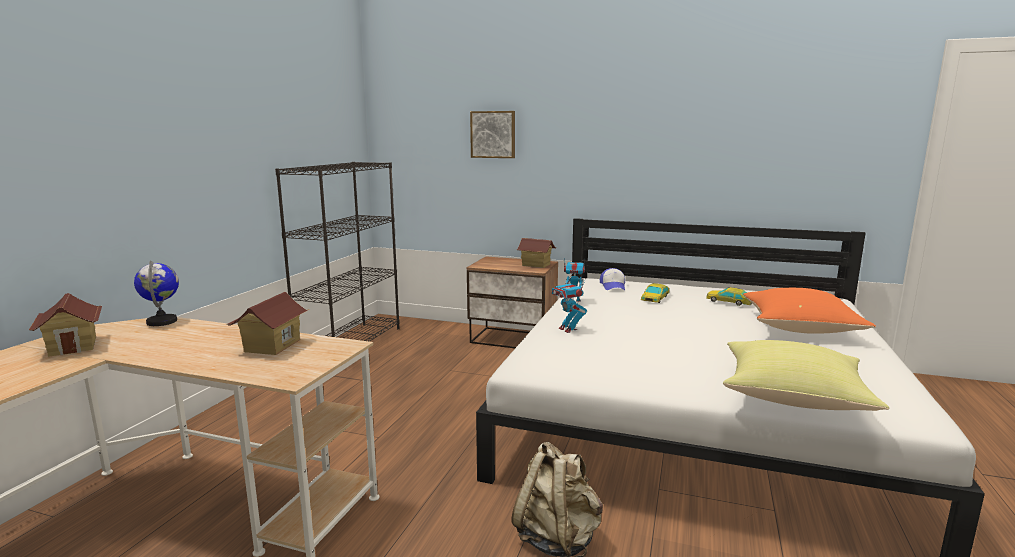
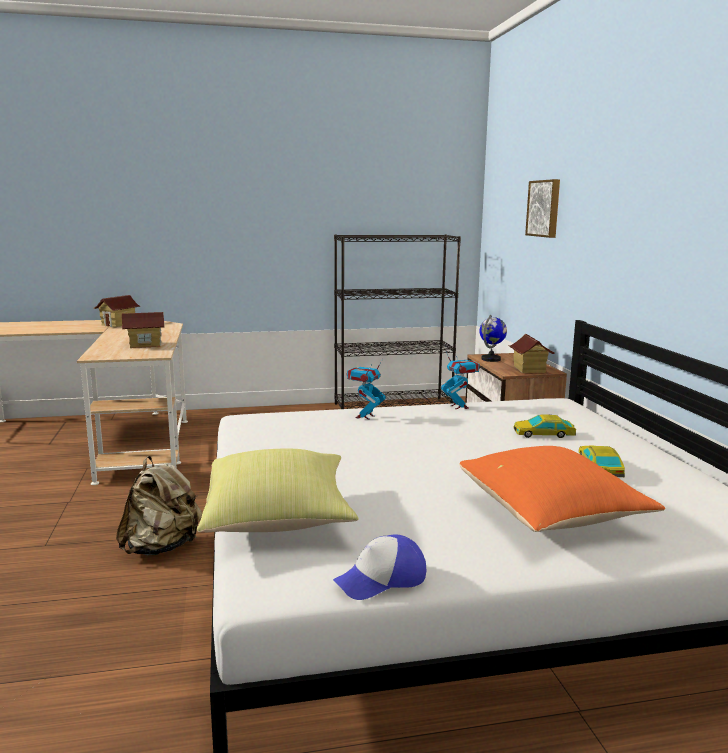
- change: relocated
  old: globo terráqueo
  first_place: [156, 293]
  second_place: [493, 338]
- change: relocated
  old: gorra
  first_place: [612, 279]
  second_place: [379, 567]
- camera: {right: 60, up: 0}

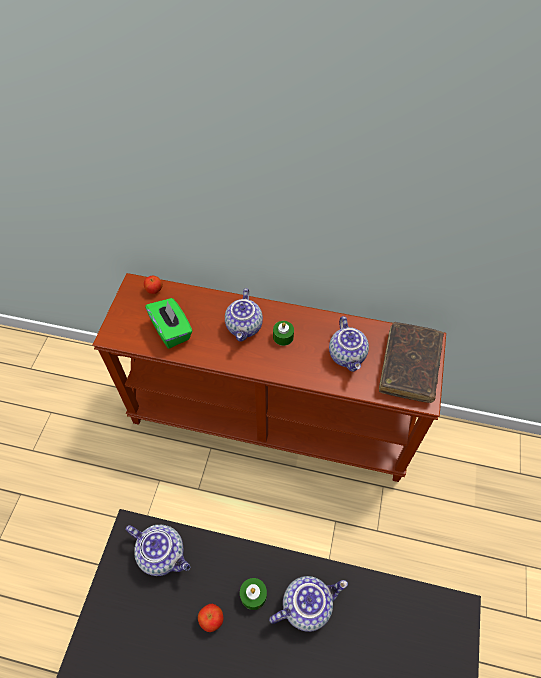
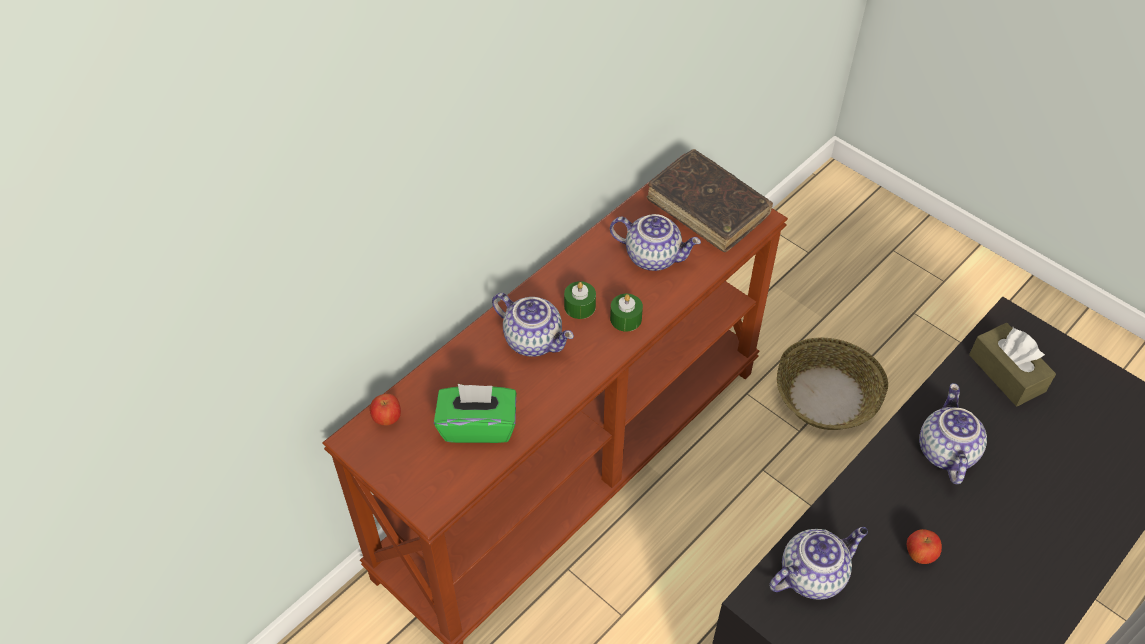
- change: relocated
  old: vela [verde]
  first_place: [253, 594]
  second_place: [626, 313]
- change: appeared
  new: cesta
  second_place: [832, 384]
- change: appeared
  new: caja de pañuelos [marrón]
  second_place: [1012, 364]
- camera: {right: -60, up: -5}

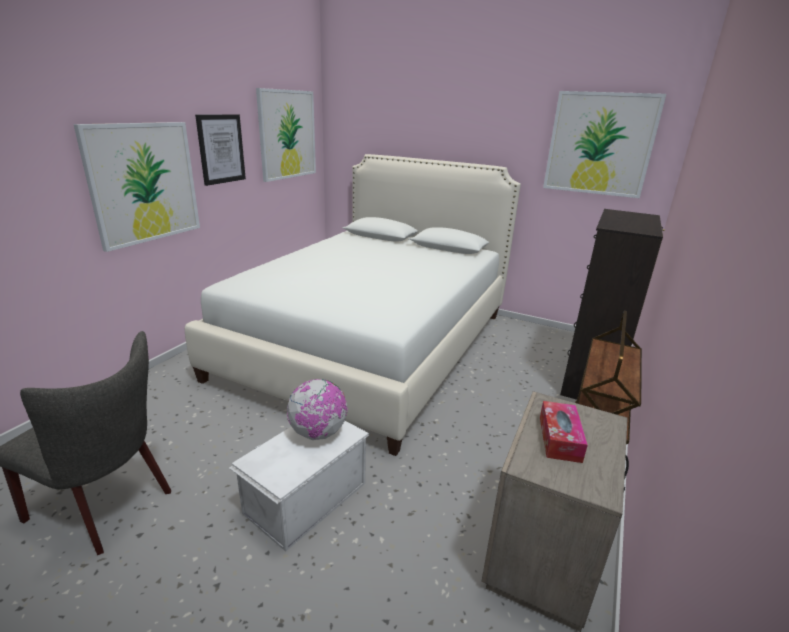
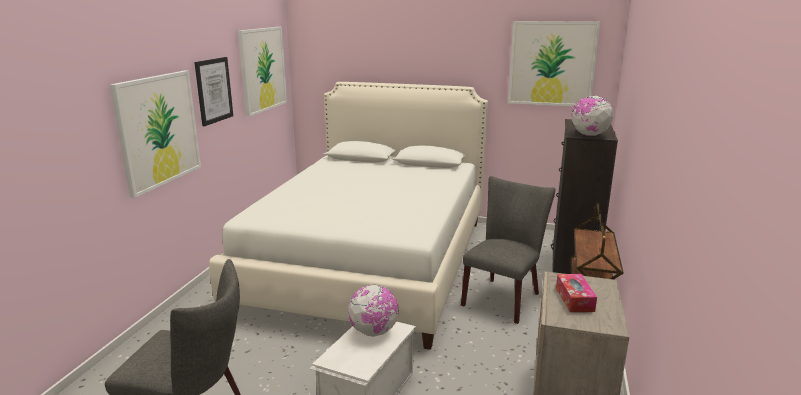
- change: appeared
  new: silla [gris]
  second_place: [508, 250]
- change: appeared
  new: globo terráqueo
  second_place: [592, 116]
- camera: {right: -10, up: -5}

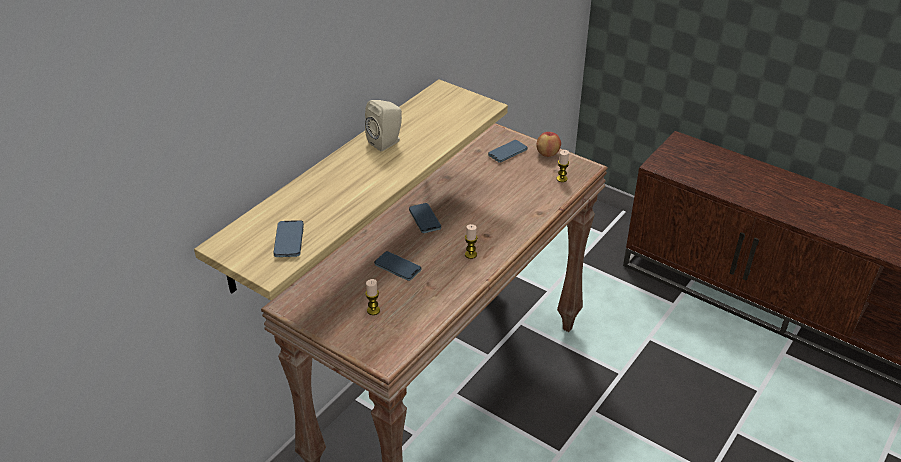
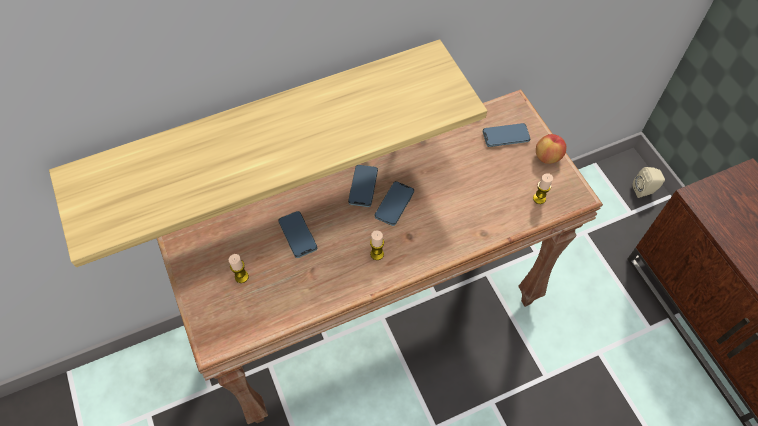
- change: relocated
  old: móvil
  first_place: [288, 238]
  second_place: [394, 203]
- change: relocated
  old: altavoz [beis]
  first_place: [383, 125]
  second_place: [649, 182]
- camera: {right: 30, up: 20}

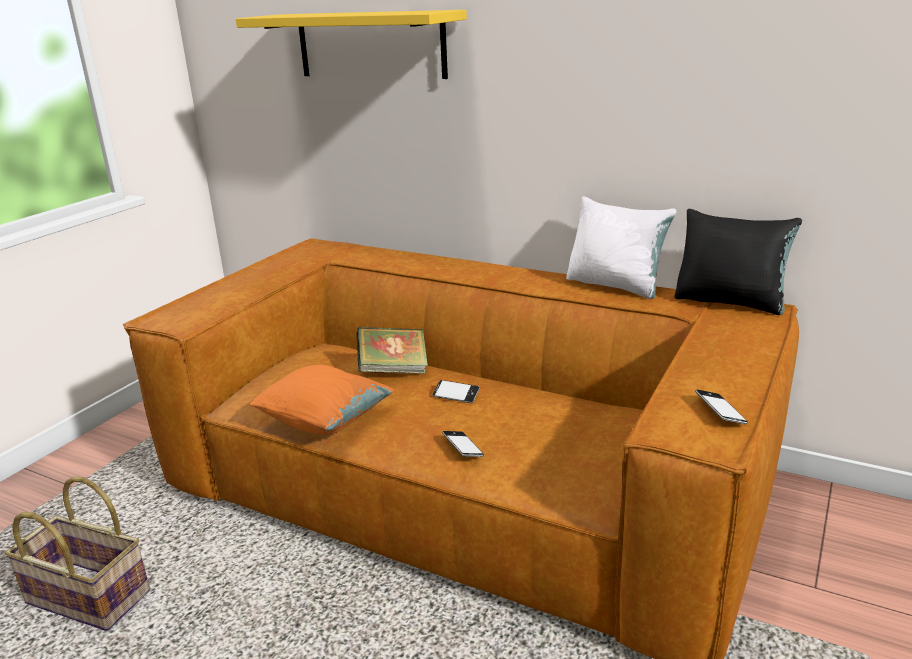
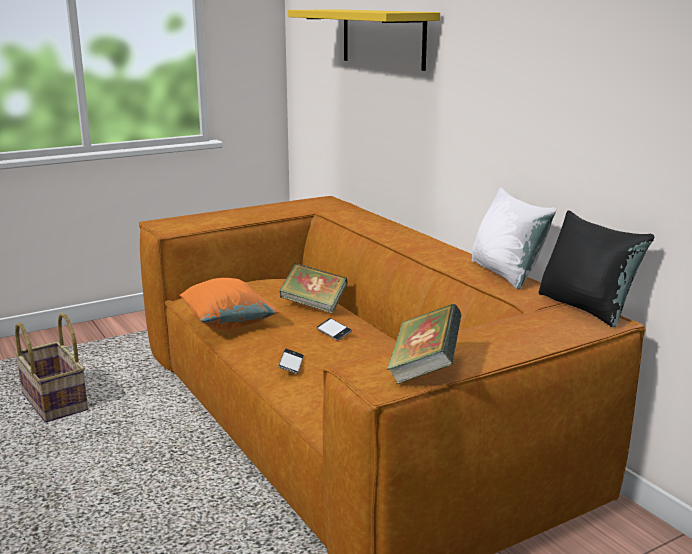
- change: exchanged
  old: móvil
  new: libro
  first_place: [721, 406]
  second_place: [424, 344]
- camera: {right: 30, up: -5}

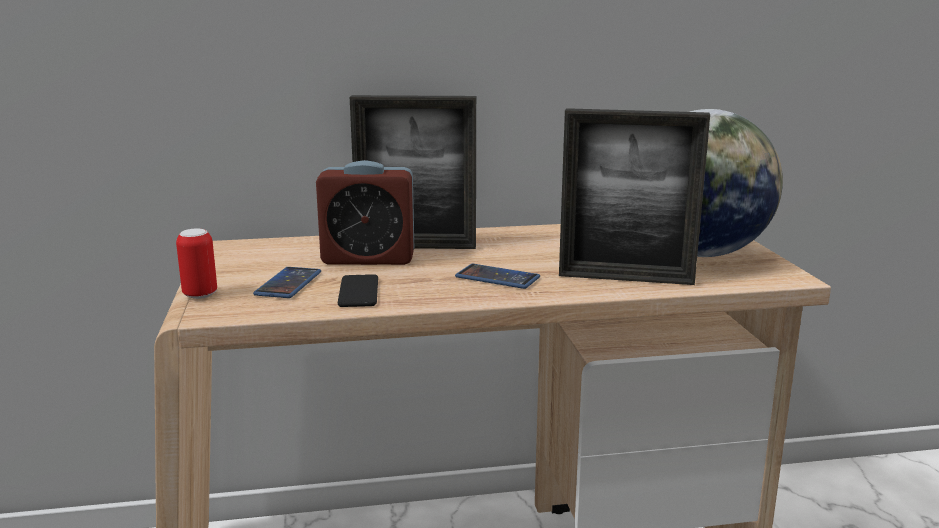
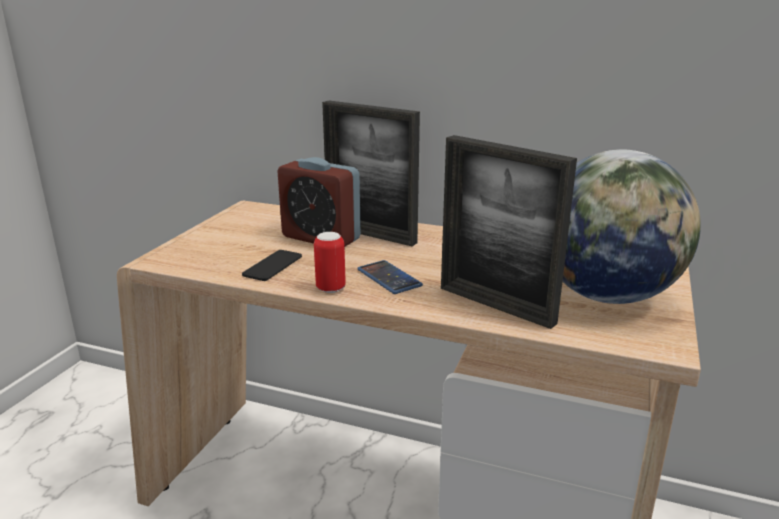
- change: relocated
  old: lata
  first_place: [196, 264]
  second_place: [330, 262]
- change: missing
  old: móvil
  first_place: [287, 282]
- camera: {right: 30, up: 5}

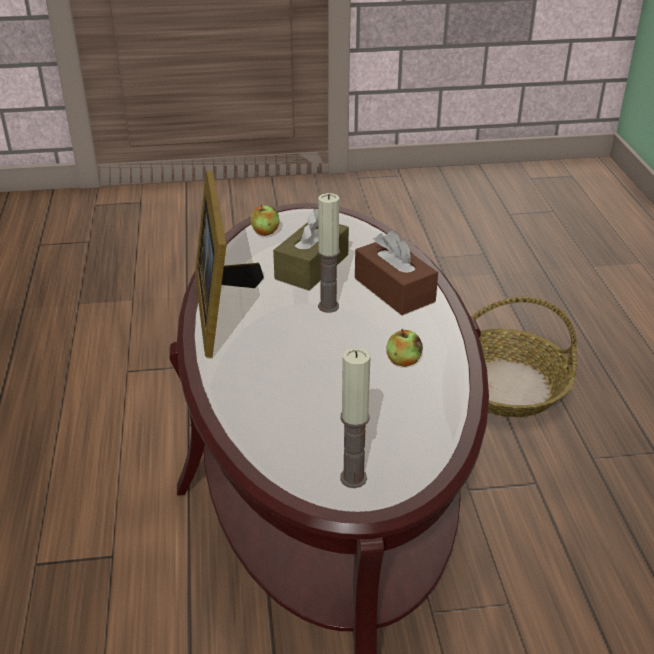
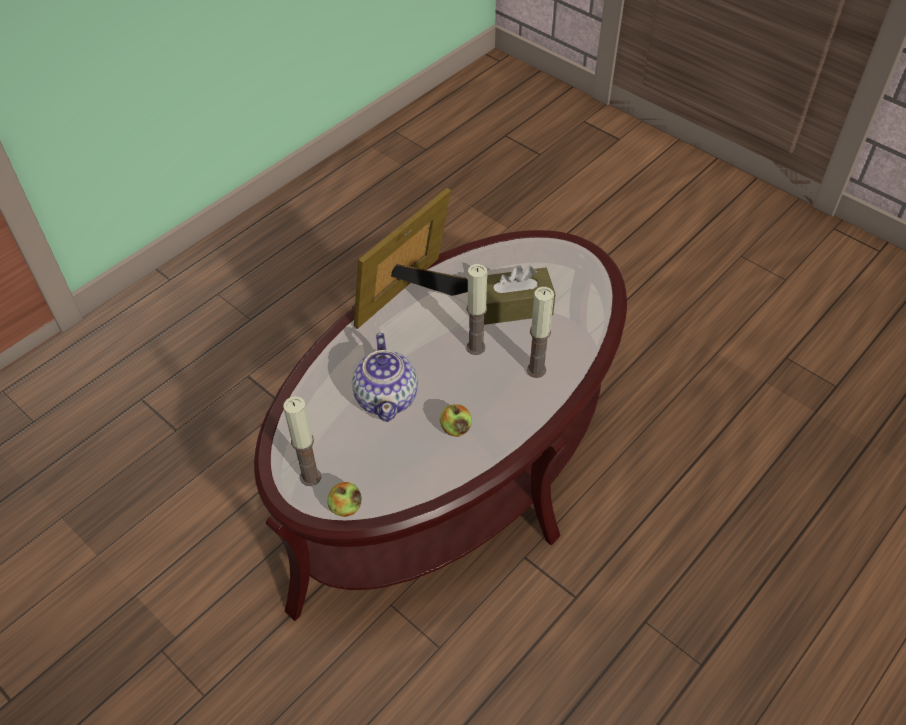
- change: relocated
  old: manzana
  first_place: [265, 220]
  second_place: [344, 499]
- change: exchanged
  old: caja de pañuelos [marrón]
  new: vela
  first_place: [396, 272]
  second_place: [540, 332]
- change: missing
  old: cesta
  first_place: [524, 357]
- change: appeared
  new: tetera
  second_place: [385, 377]
- camera: {right: 50, up: 15}

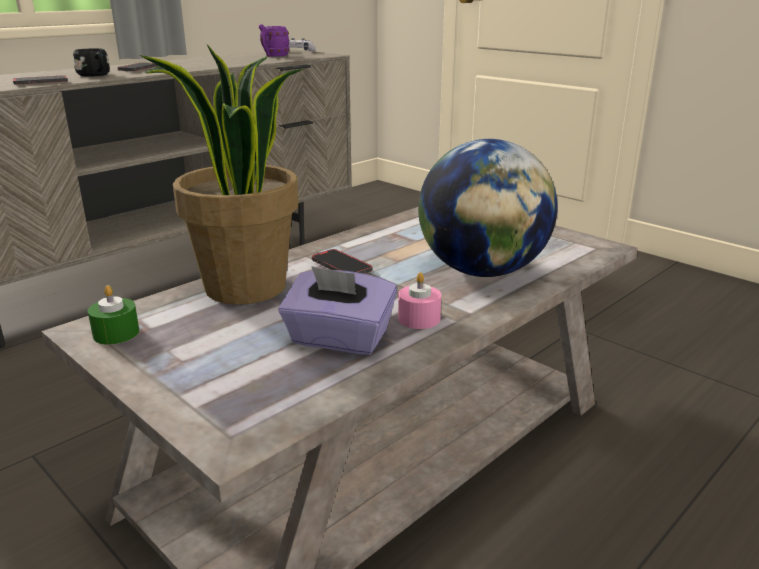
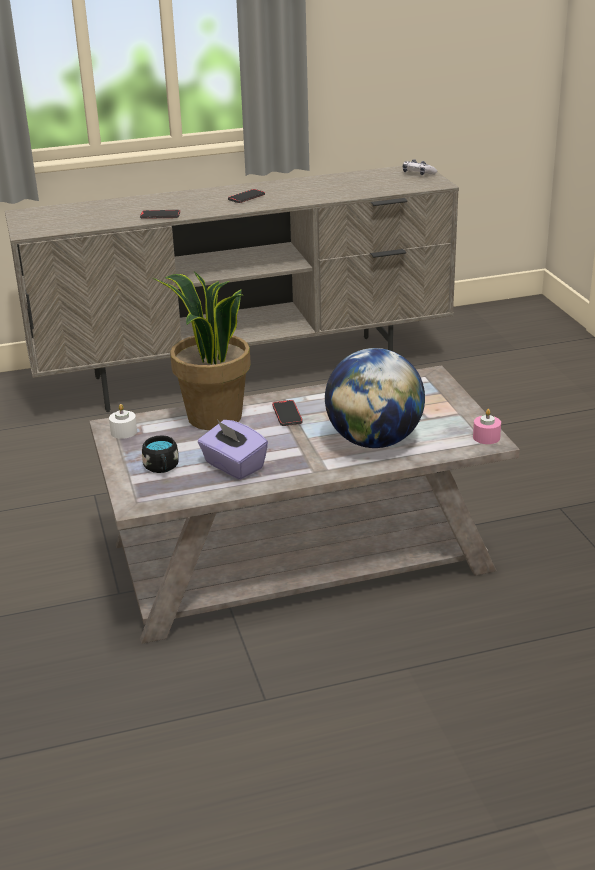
- change: relocated
  old: taza grande [negro]
  first_place: [91, 62]
  second_place: [160, 454]
- change: colour
  old: vela [verde]
  new: vela [blanco]
  first_place: [113, 315]
  second_place: [123, 421]
- change: missing
  old: taza grande [morado]
  first_place: [274, 40]
- change: relocated
  old: vela [rosa]
  first_place: [419, 300]
  second_place: [487, 426]
- camera: {right: 30, up: 5}

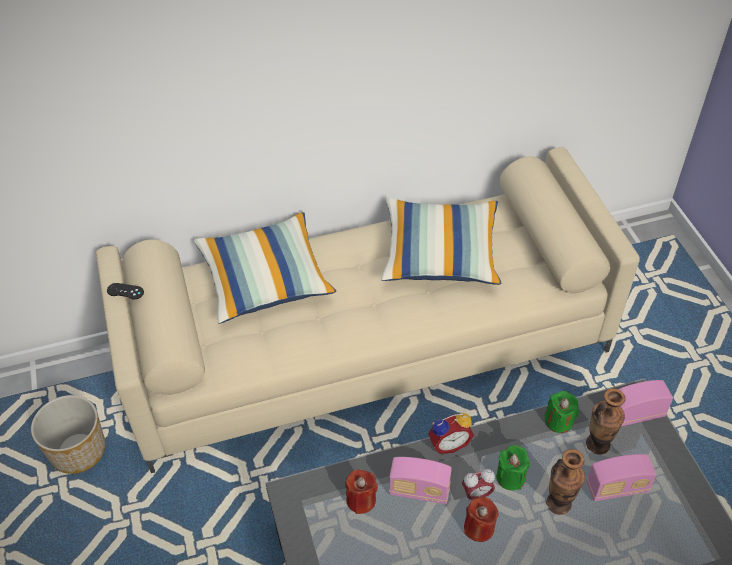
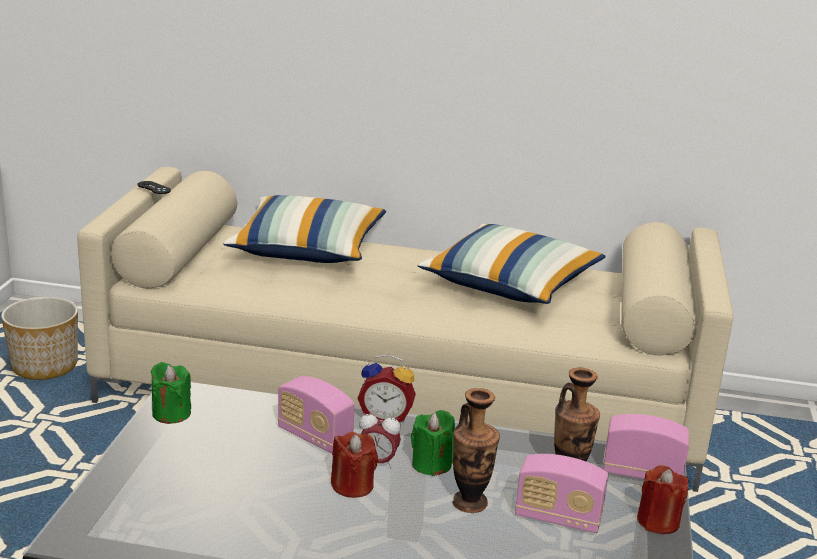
- change: relocated
  old: vela [rojo]
  first_place: [362, 491]
  second_place: [663, 499]
- change: relocated
  old: vela [verde]
  first_place: [562, 412]
  second_place: [171, 393]
- camera: {right: 25, up: -25}

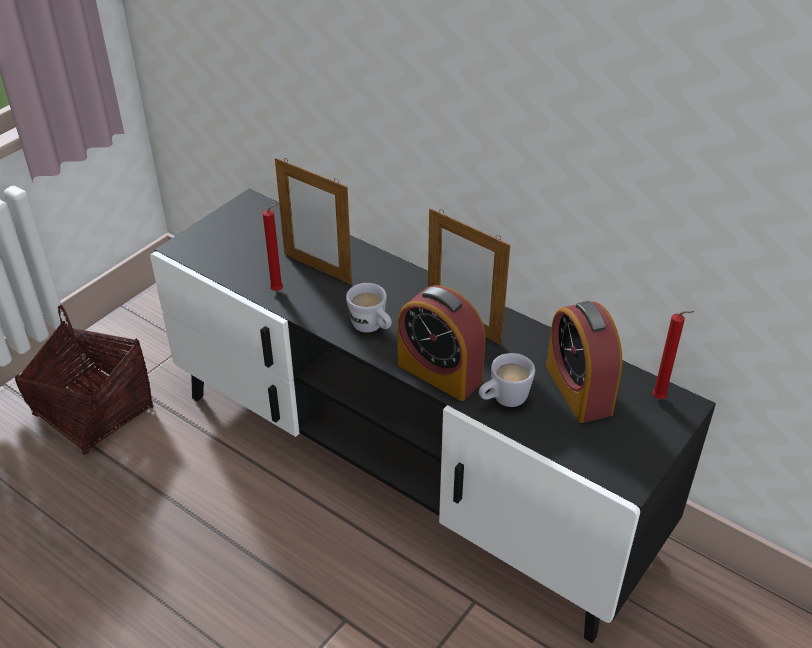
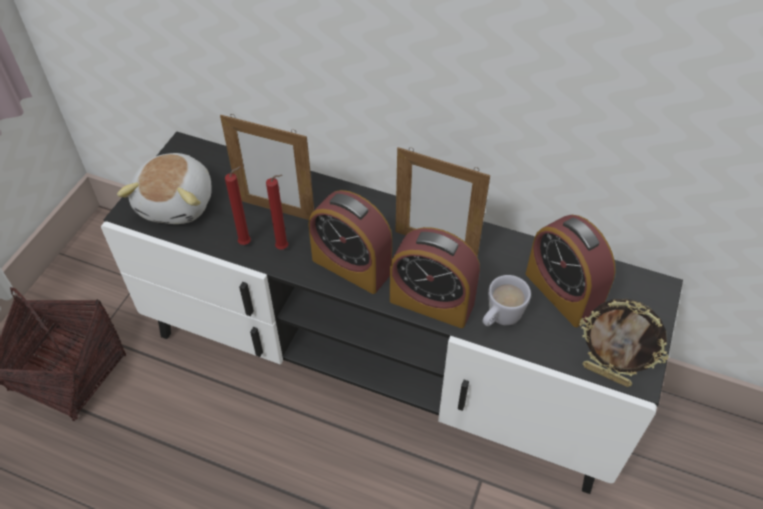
- change: exchanged
  old: taza grande [blanco]
  new: despertador
  first_place: [369, 308]
  second_place: [350, 242]
- change: relocated
  old: vela [rojo]
  first_place: [673, 355]
  second_place: [277, 212]
- change: appeared
  new: peluche
  second_place: [164, 188]
- change: appeared
  new: portarretratos
  second_place: [624, 343]
- camera: {right: -15, up: 10}

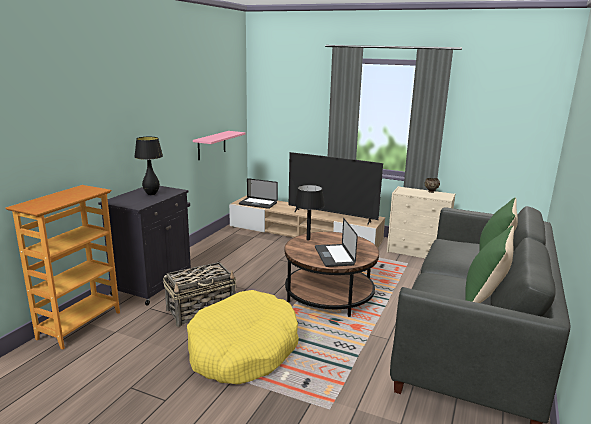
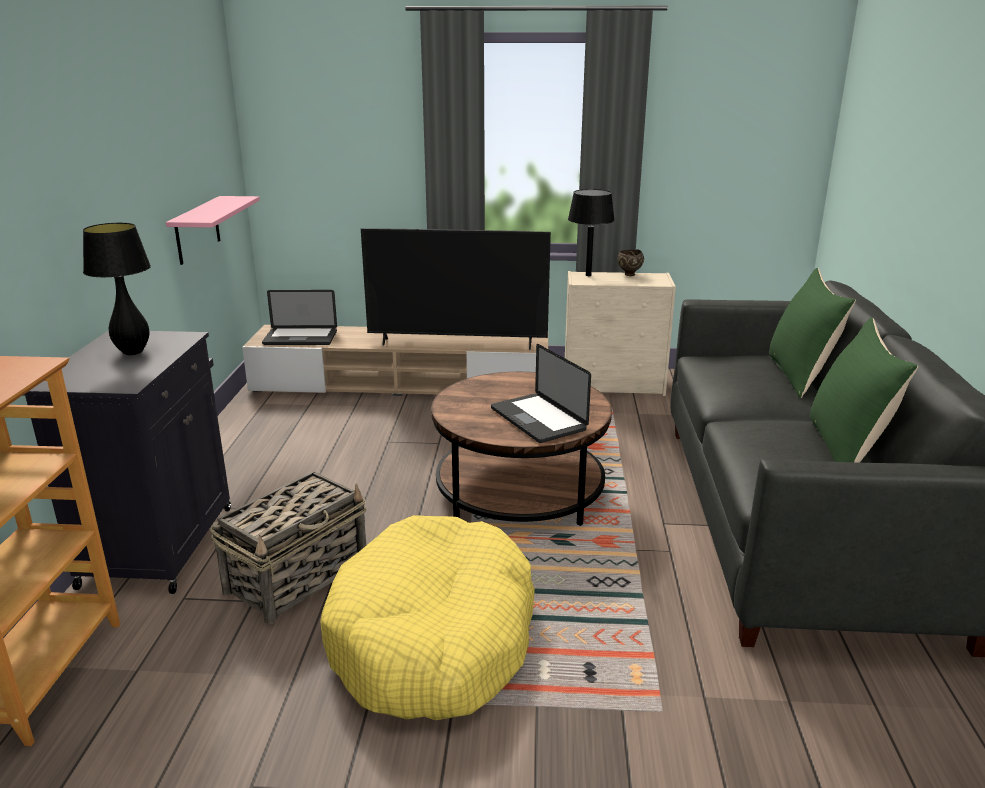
- change: relocated
  old: lámpara de mesa [negro]
  first_place: [309, 213]
  second_place: [591, 232]
- camera: {right: -20, up: 5}

